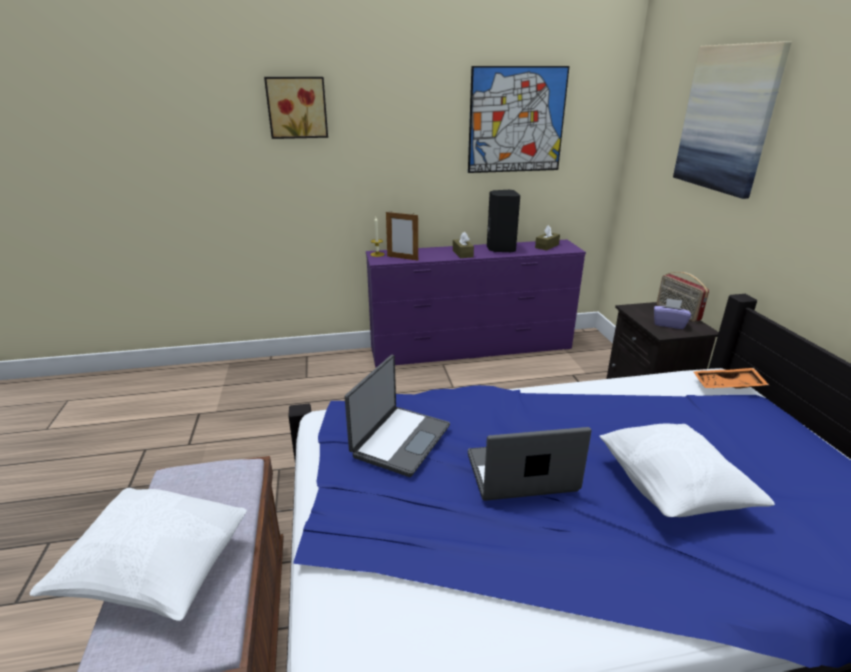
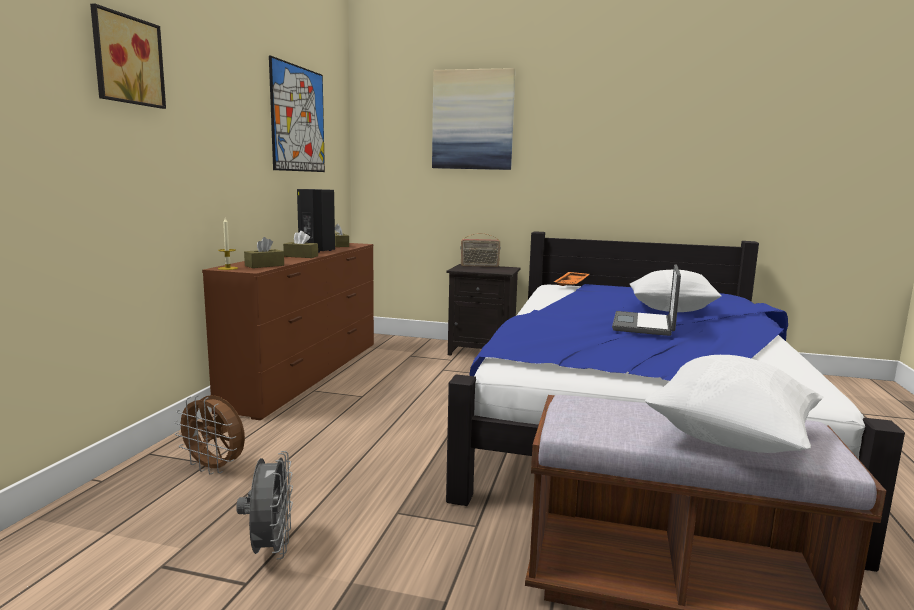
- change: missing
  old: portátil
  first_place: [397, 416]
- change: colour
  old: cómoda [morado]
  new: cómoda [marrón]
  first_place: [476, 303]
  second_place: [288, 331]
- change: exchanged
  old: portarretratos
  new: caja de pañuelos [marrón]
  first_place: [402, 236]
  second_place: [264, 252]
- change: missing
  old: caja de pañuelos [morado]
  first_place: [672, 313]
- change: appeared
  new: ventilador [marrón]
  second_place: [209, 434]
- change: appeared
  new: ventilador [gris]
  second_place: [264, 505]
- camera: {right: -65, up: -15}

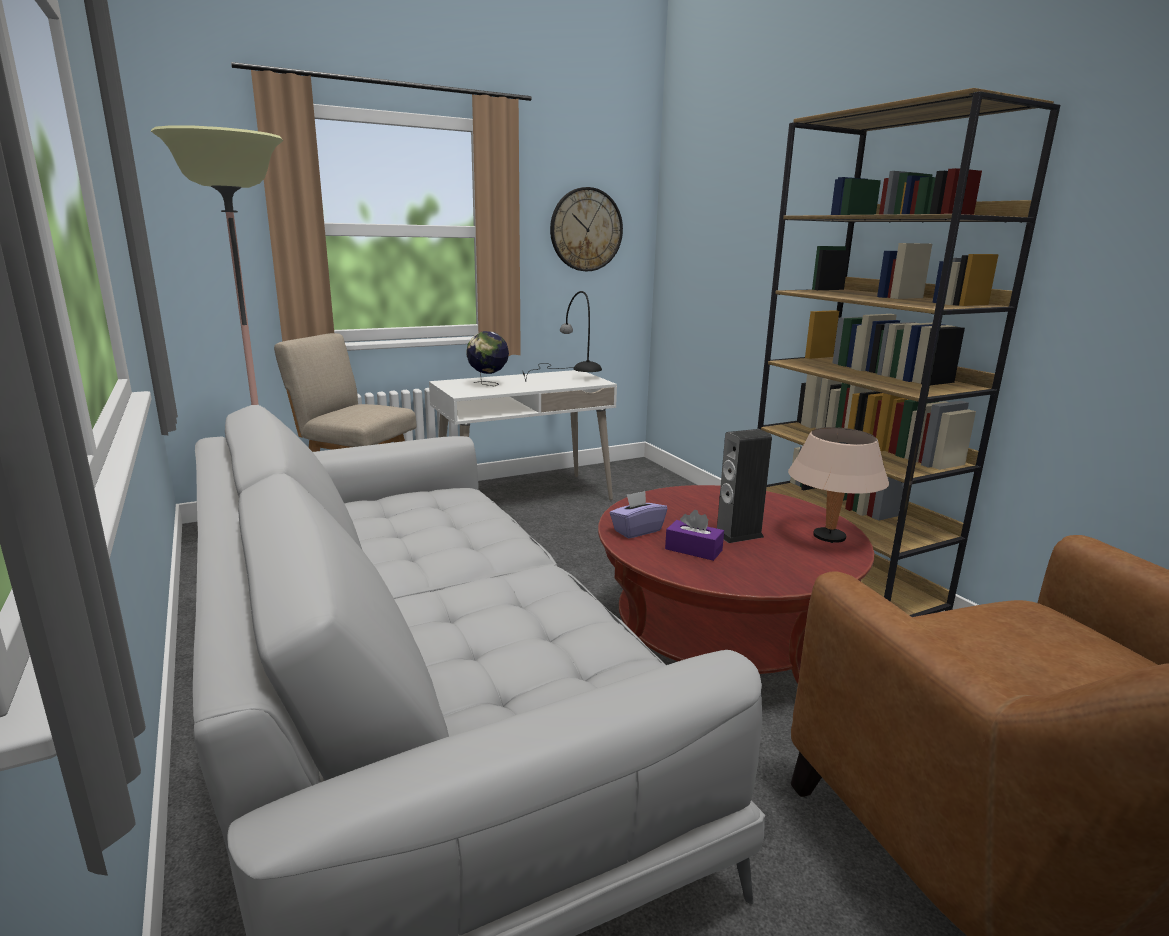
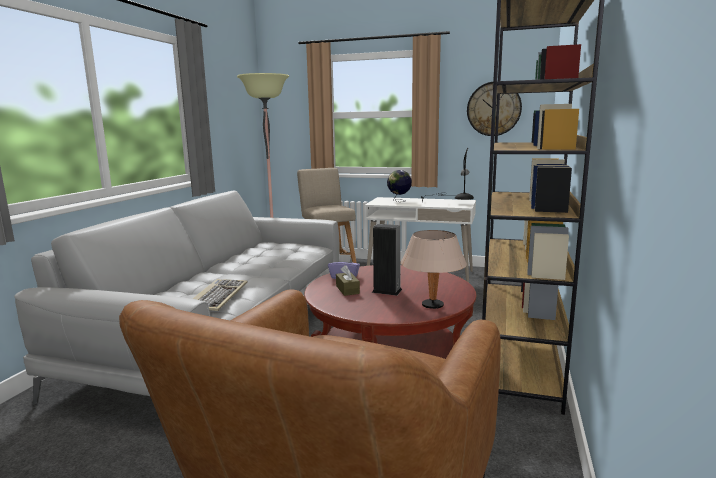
- change: colour
  old: caja de pañuelos [morado]
  new: caja de pañuelos [marrón]
  first_place: [694, 535]
  second_place: [348, 280]
- change: appeared
  new: teclado
  second_place: [220, 295]
- camera: {right: 45, up: -5}

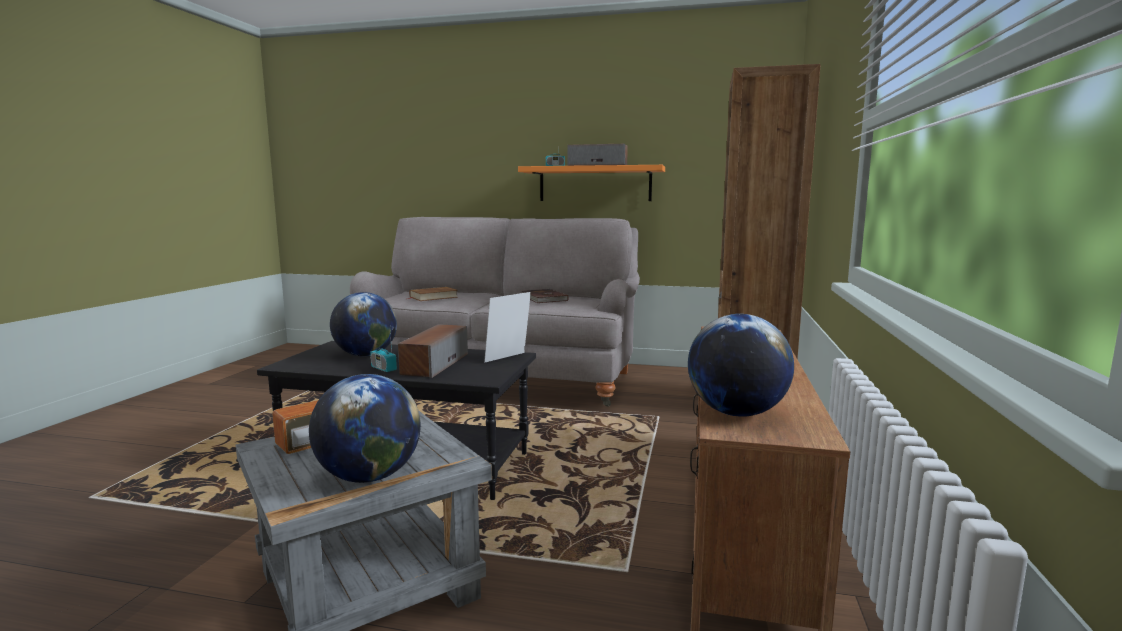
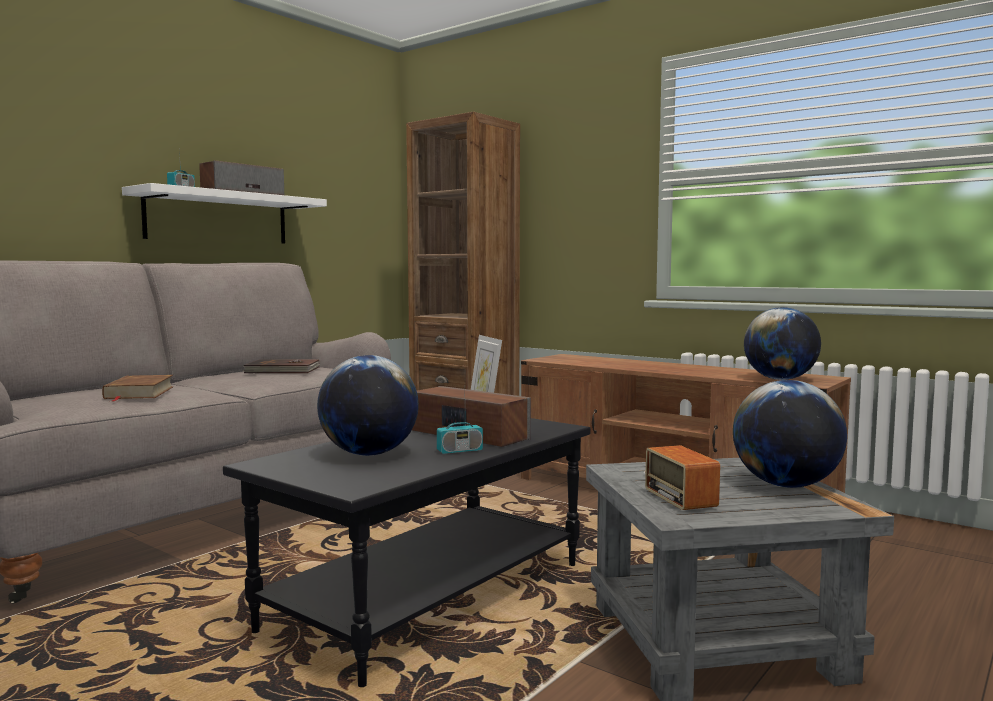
- change: colour
  old: estante [naranja]
  new: estante [blanco]
  first_place: [591, 183]
  second_place: [224, 213]
- camera: {right: -65, up: -5}

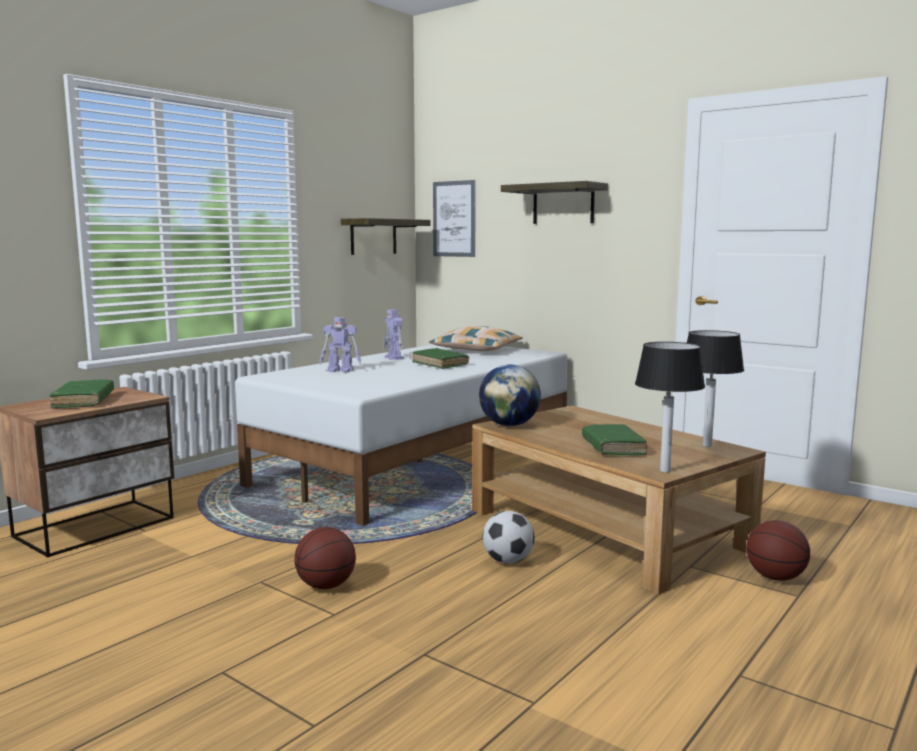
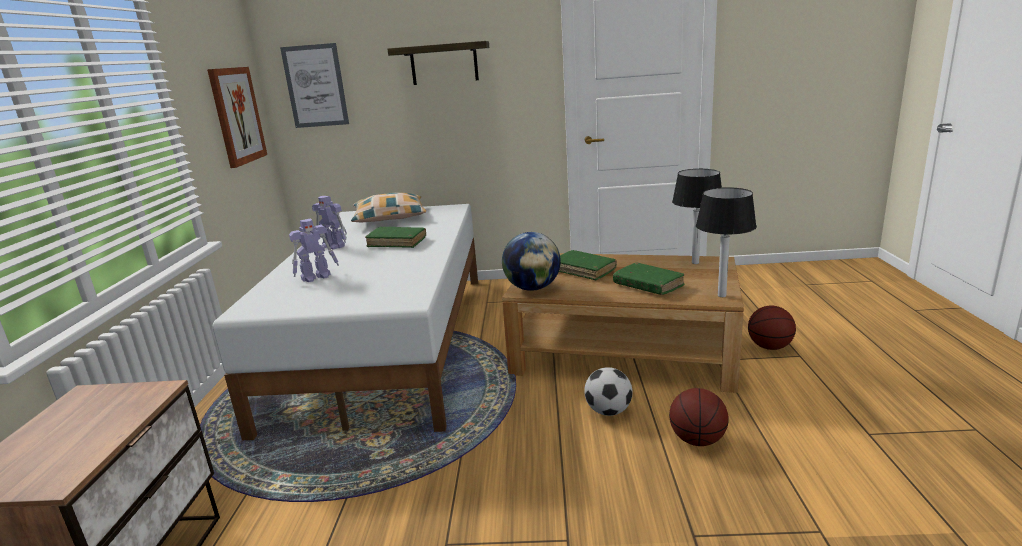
- change: relocated
  old: libro [verde]
  first_place: [81, 393]
  second_place: [588, 265]
- change: relocated
  old: balón de baloncesto
  first_place: [325, 558]
  second_place: [699, 417]
- change: exchanged
  old: estante
  new: cuadro
  first_place: [386, 236]
  second_place: [237, 117]
- camera: {right: -35, up: 10}

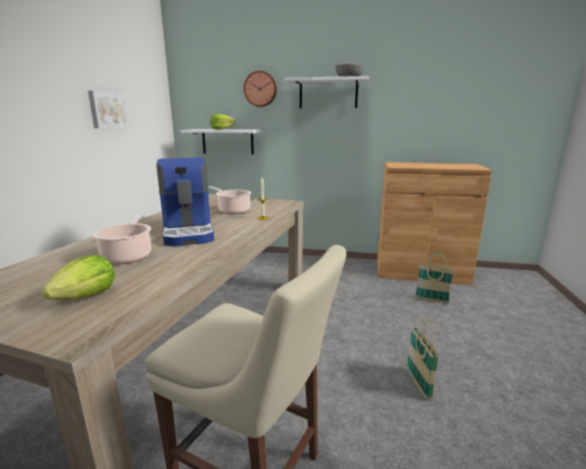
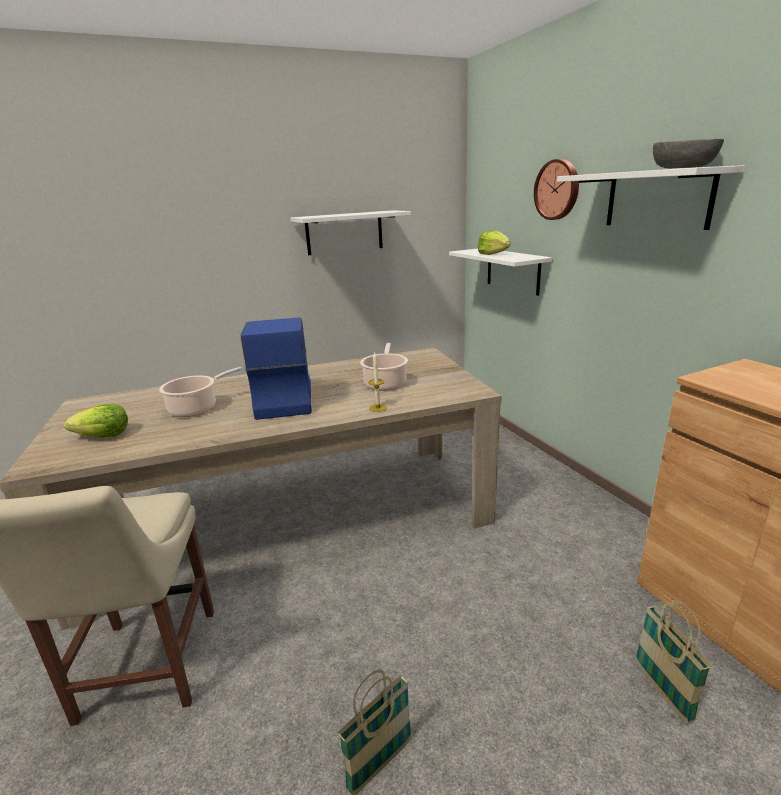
- change: exchanged
  old: cuadro
  new: estante [blanco]
  first_place: [109, 109]
  second_place: [350, 232]
- change: spun
  old: cafetera
  first_place: [185, 202]
  second_place: [276, 368]
  degrees: 135
- camera: {right: 55, up: 5}

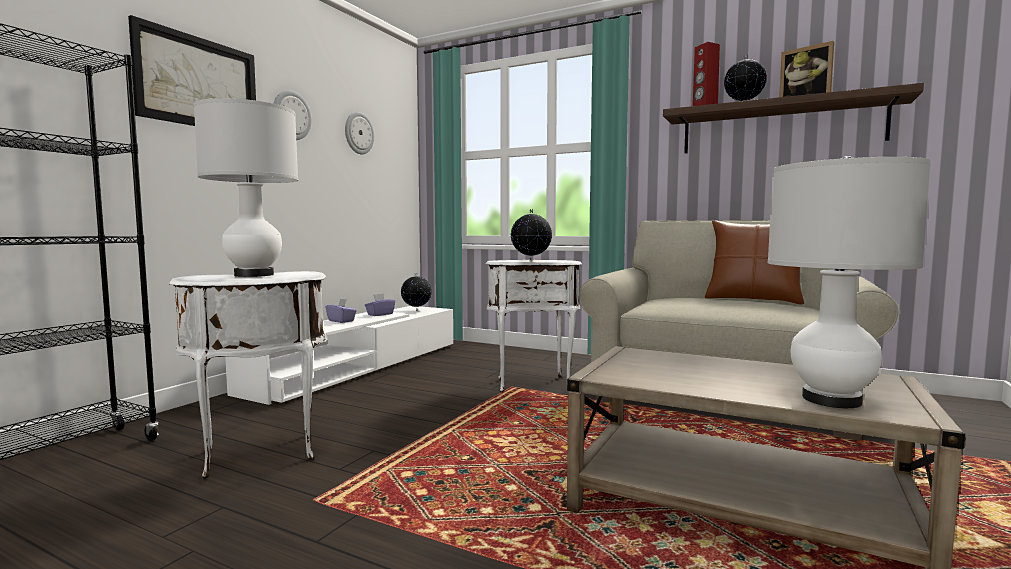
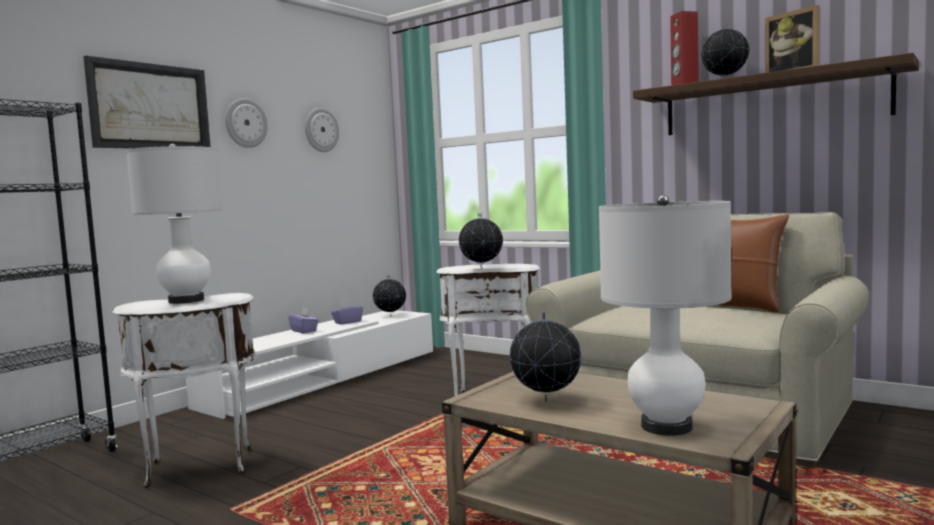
- change: appeared
  new: globo terráqueo
  second_place: [545, 357]
- camera: {right: 10, up: 0}

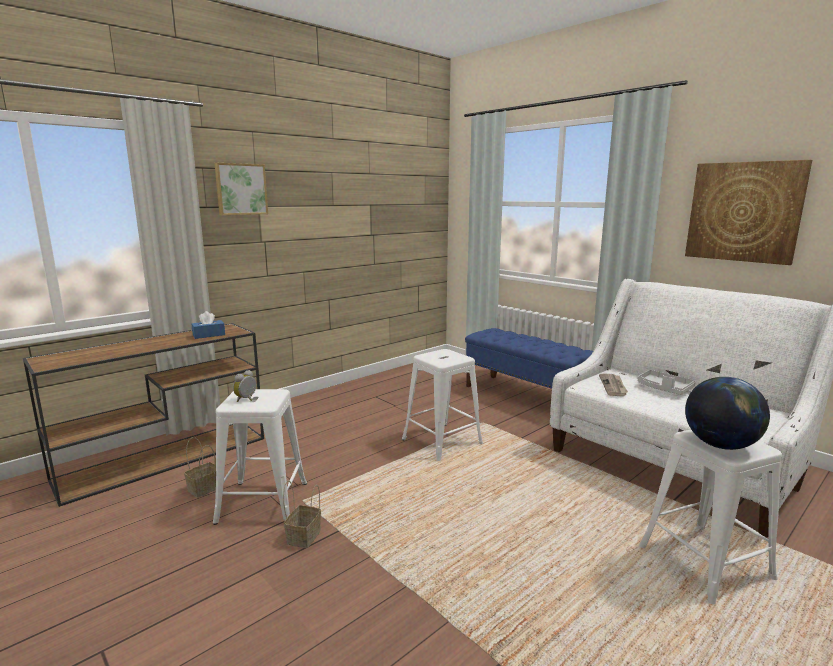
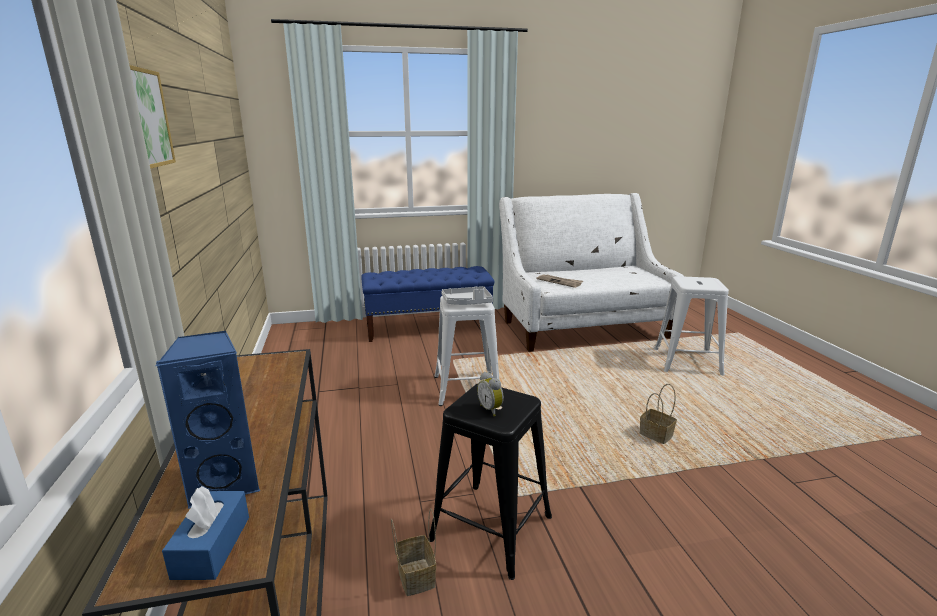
- change: relocated
  old: caja de pañuelos [azul]
  first_place: [208, 325]
  second_place: [205, 533]
- change: colour
  old: taburete [blanco]
  new: taburete [negro]
  first_place: [260, 457]
  second_place: [490, 482]
- change: relocated
  old: cesta
  first_place: [302, 514]
  second_place: [658, 414]
- change: relocated
  old: bandeja [gris]
  first_place: [667, 382]
  second_place: [467, 295]
- change: missing
  old: cuadro
  first_place: [748, 212]
- change: missing
  old: globo terráqueo
  first_place: [727, 413]
- change: appeared
  new: altavoz [azul]
  second_place: [207, 419]
- camera: {right: -60, up: 5}

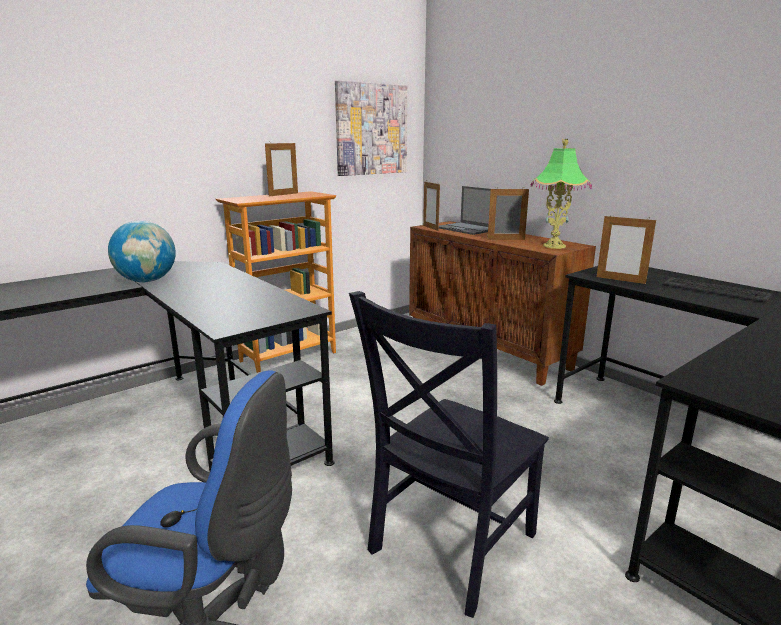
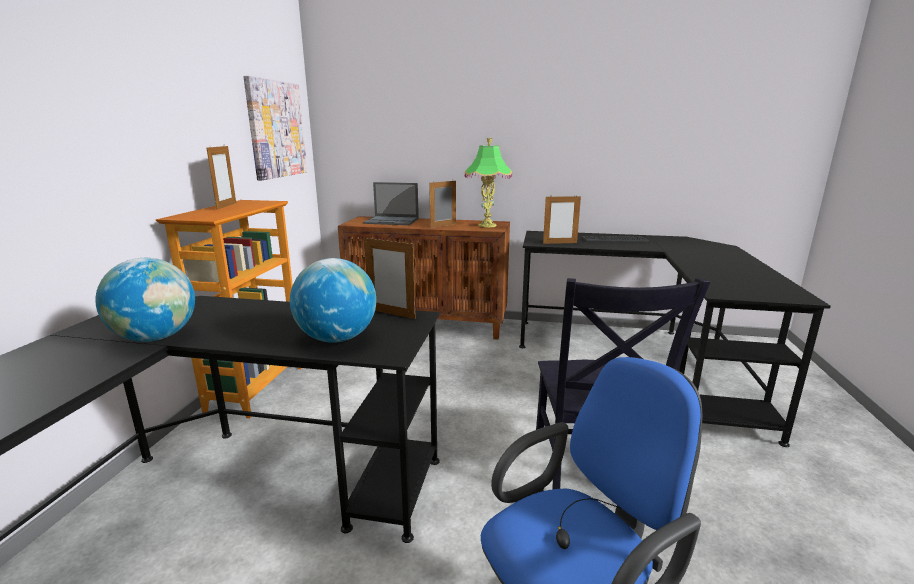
- change: relocated
  old: portarretratos
  first_place: [431, 206]
  second_place: [390, 277]
- change: appeared
  new: globo terráqueo
  second_place: [333, 300]
- camera: {right: -40, up: 0}

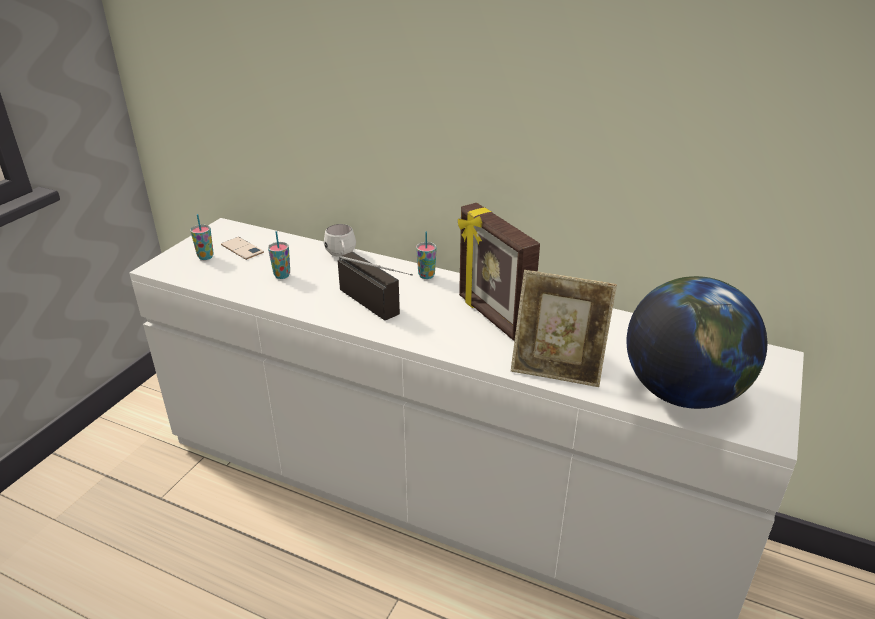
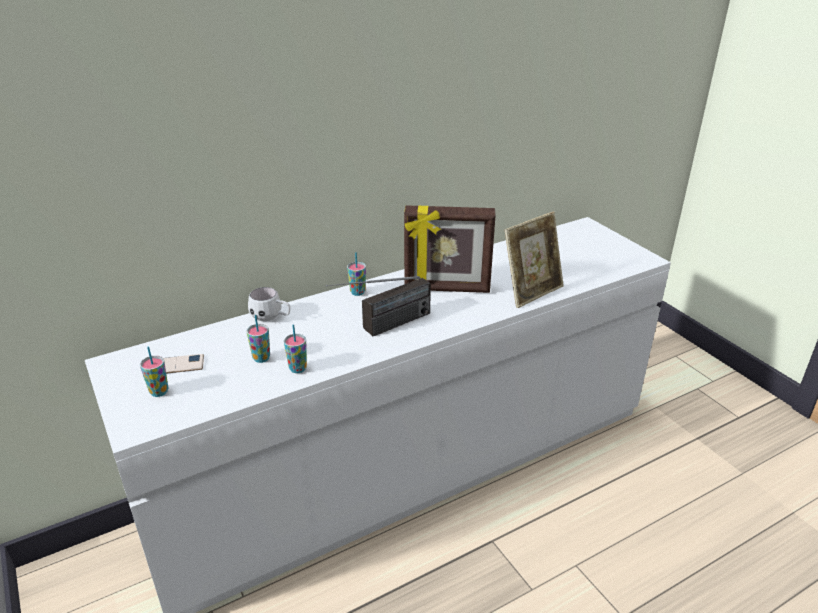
- change: spun
  old: radio
  first_place: [375, 285]
  second_place: [378, 306]
  degrees: 150
- change: missing
  old: globo terráqueo
  first_place: [697, 342]
- change: appeared
  new: taza
  second_place: [295, 348]
- camera: {right: -55, up: 0}

